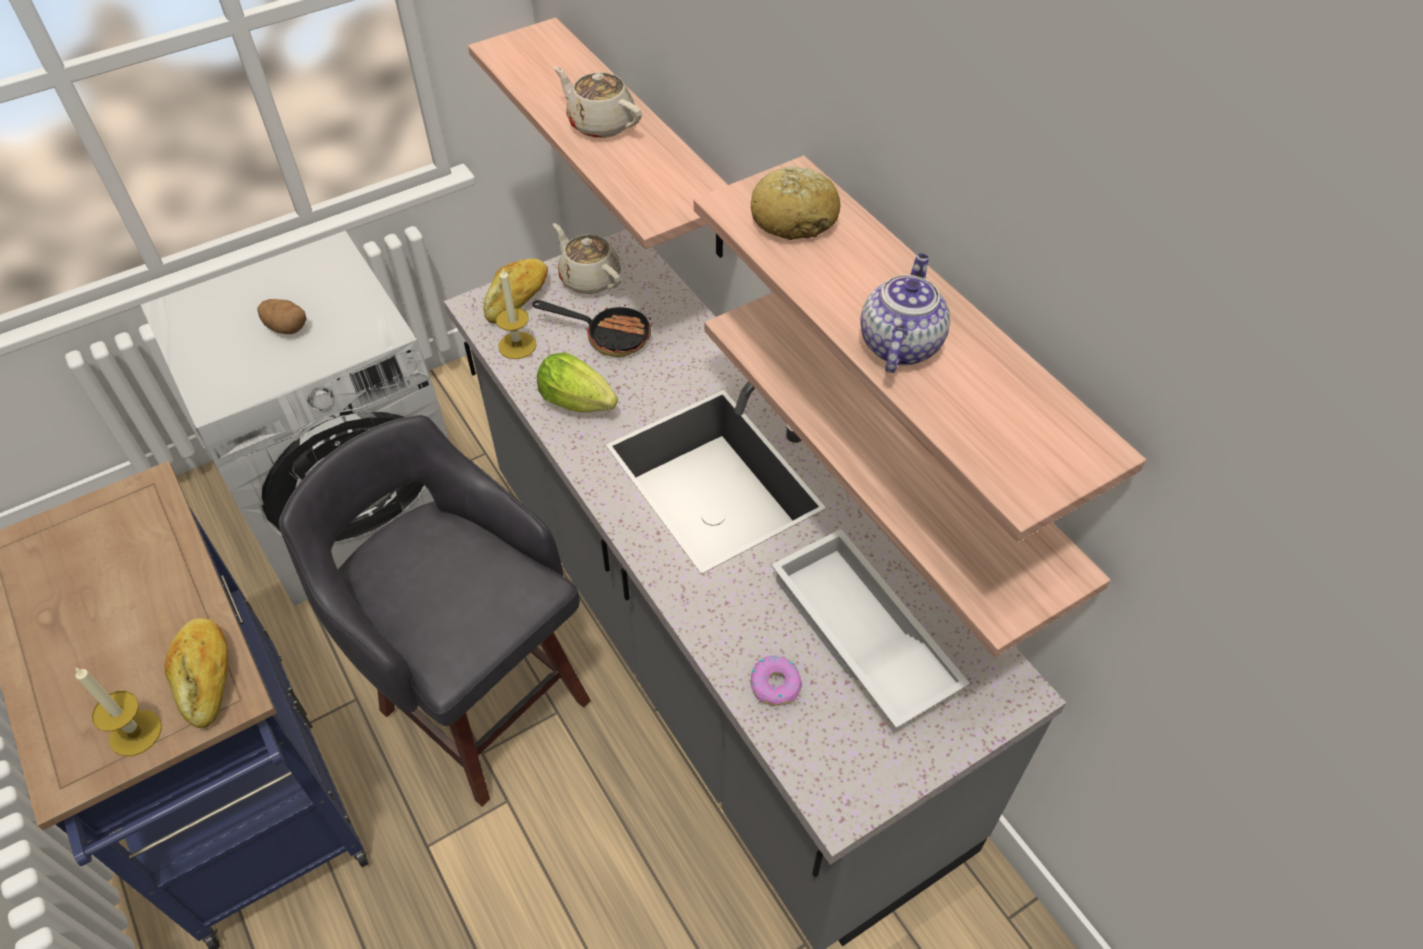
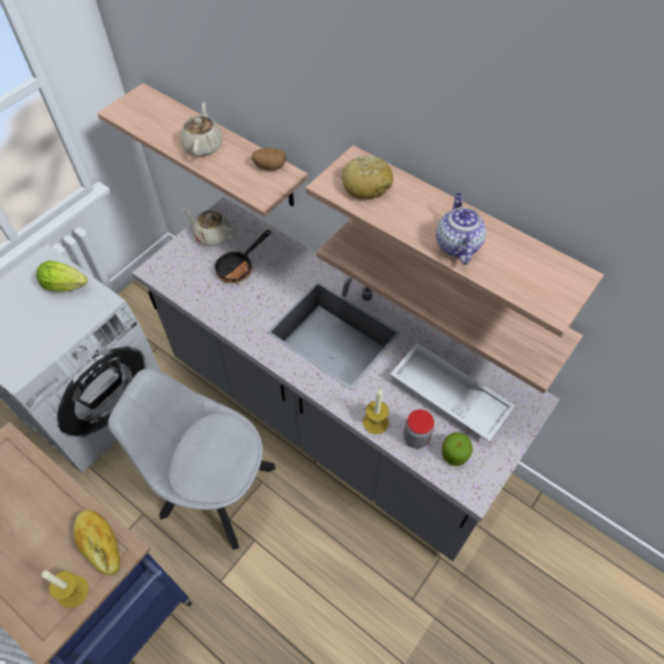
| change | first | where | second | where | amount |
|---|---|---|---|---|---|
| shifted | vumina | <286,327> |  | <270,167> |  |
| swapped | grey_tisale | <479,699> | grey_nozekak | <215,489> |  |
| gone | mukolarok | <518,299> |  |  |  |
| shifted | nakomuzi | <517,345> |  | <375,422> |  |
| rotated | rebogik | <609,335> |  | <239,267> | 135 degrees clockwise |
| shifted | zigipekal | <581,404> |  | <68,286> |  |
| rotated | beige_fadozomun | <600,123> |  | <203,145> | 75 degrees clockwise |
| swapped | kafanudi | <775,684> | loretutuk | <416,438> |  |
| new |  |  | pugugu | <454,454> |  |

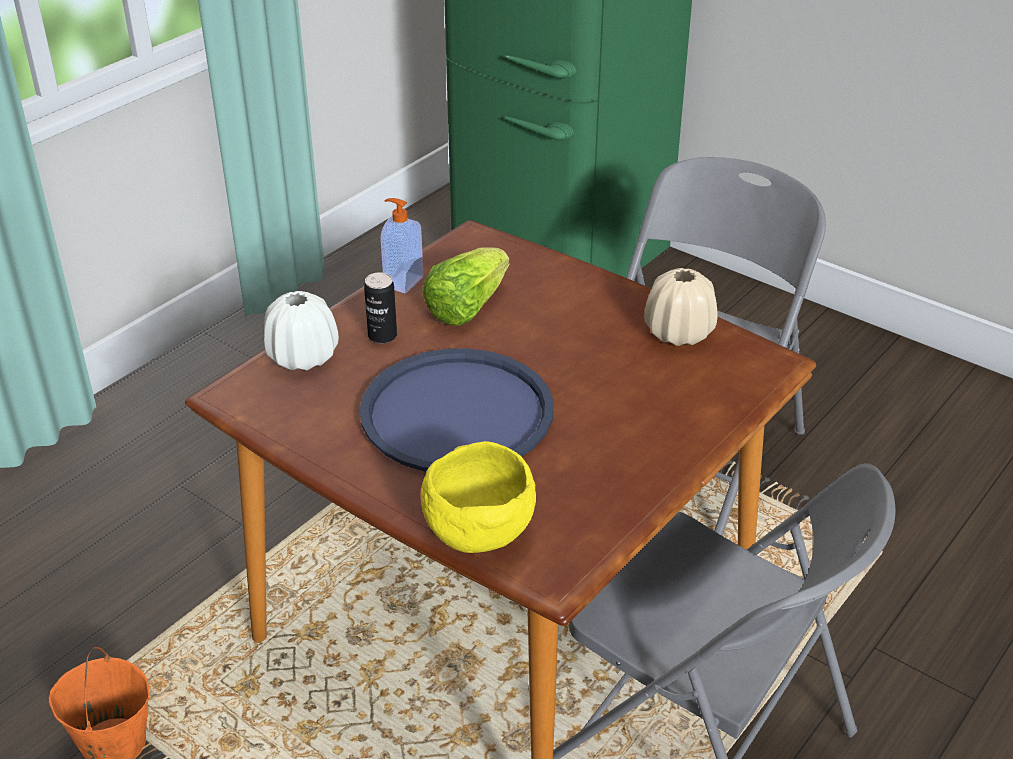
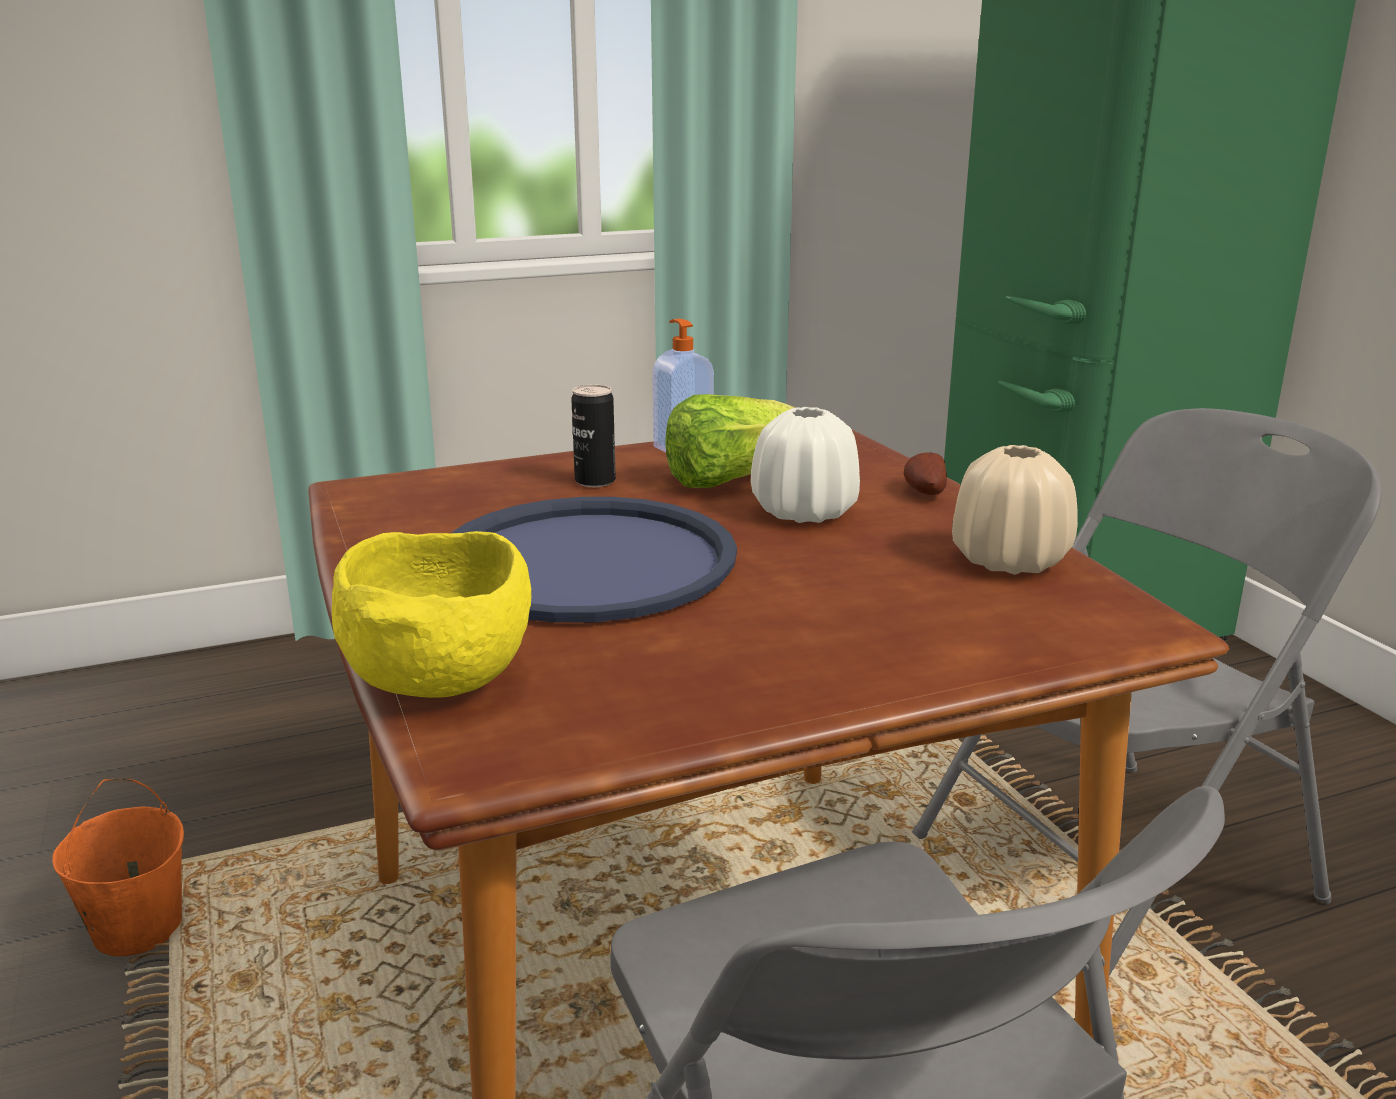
| change | first | where | second | where | amount |
|---|---|---|---|---|---|
| shifted | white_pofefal | <303,357> |  | <804,512> |  |
| new |  |  | vumina | <923,493> |  |

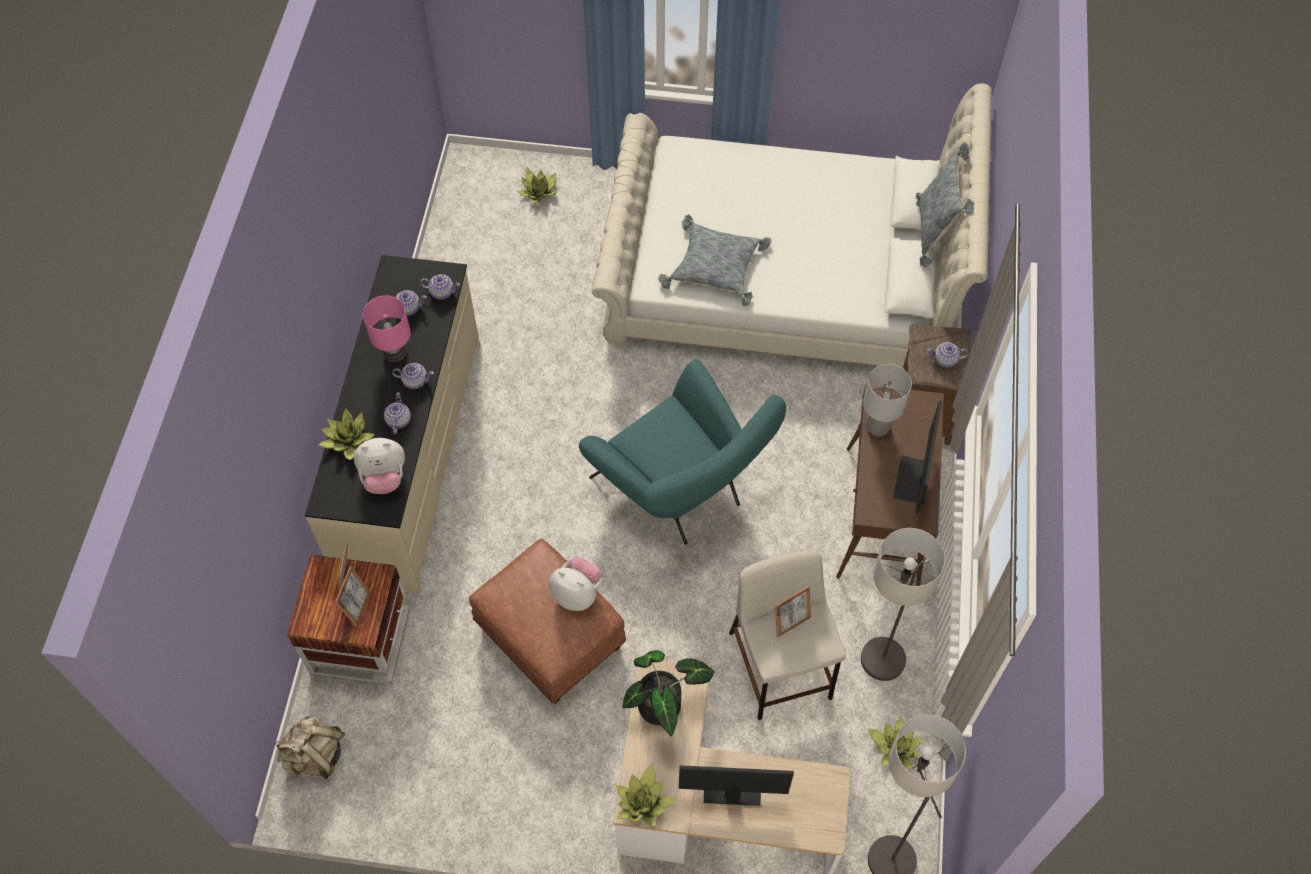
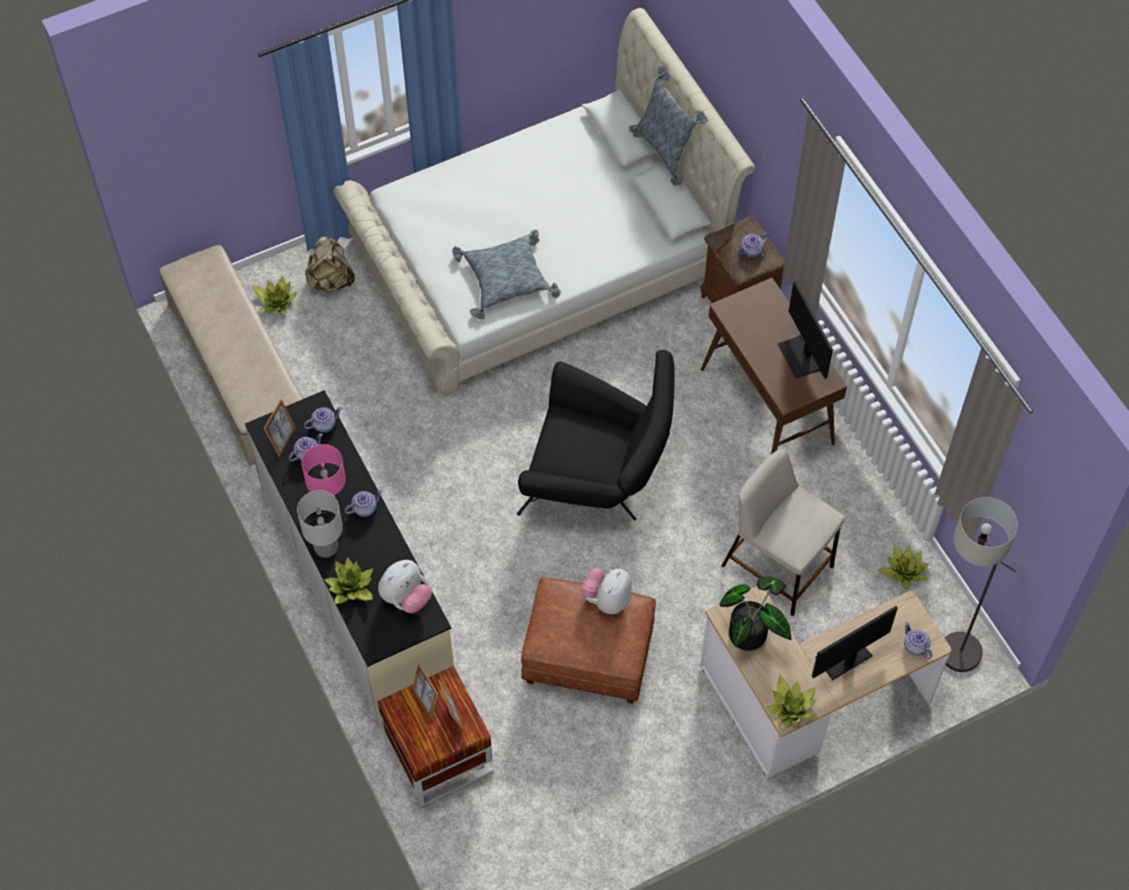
| change | first | where | second | where | amount |
|---|---|---|---|---|---|
| shifted | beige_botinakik | <316,756> |  | <331,280> |  |
| shifted | fadozomun | <398,420> |  | <915,646> |  |
| rotated | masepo | <577,593> |  | <607,599> | 60 degrees counterclockwise |
| repainted | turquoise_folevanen | <680,490> | black_folevanen | <598,481> |  |
| shifted | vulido | <790,622> |  | <283,440> |  |
| gone | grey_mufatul | <874,669> |  |  |  |
| shifted | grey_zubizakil | <877,427> |  | <326,549> |  |
| new |  |  | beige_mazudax | <238,369> |  |

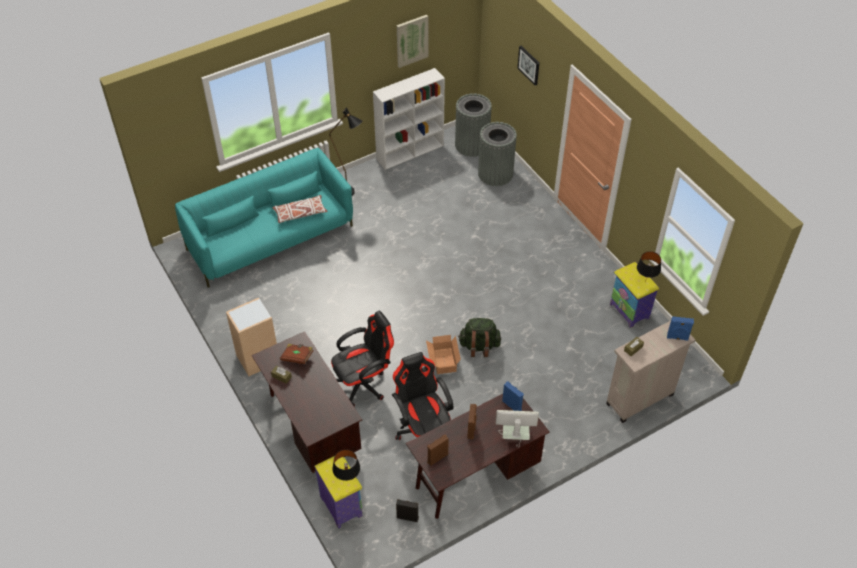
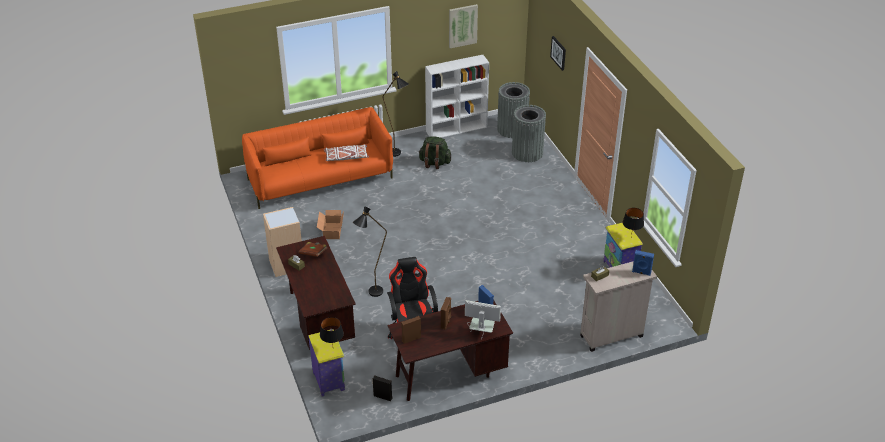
| change | first | where | second | where | amount |
|---|---|---|---|---|---|
| repainted | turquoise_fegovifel | <270,239> | orange_fegovifel | <320,179> |  |
| swapped | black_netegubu | <364,384> | black_mufatul | <372,294> |  |
| shifted | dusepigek | <443,361> |  | <331,231> |  |
| shifted | green_botinakik | <479,346> |  | <434,163> |  |

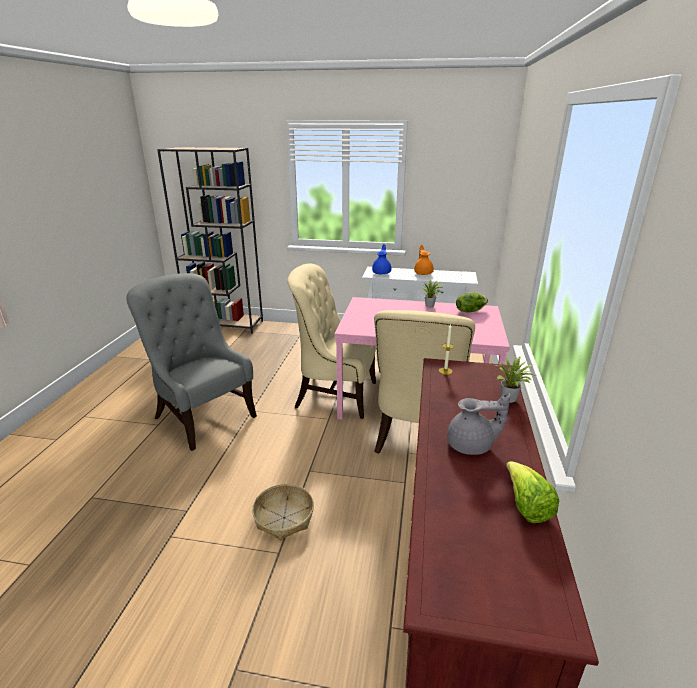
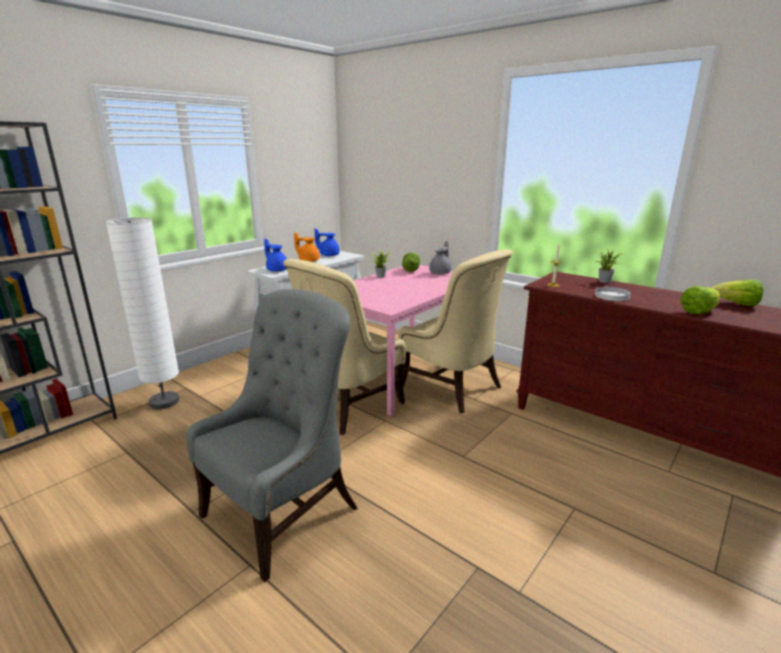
| change | first | where | second | where | amount |
|---|---|---|---|---|---|
| rotated | grey_nozekak | <203,417> |  | <283,511> | 150 degrees clockwise |
| gone | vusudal | <283,518> |  |  |  |
| shifted | grey_fadozomun | <471,446> |  | <441,273> |  |
| new |  |  | white_mufatul | <164,402> |  |
| new |  |  | blue_fadozomun | <328,255> |  |
| new |  |  | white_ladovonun | <612,296> |  |
| new |  |  | zigipekal | <699,311> |  |

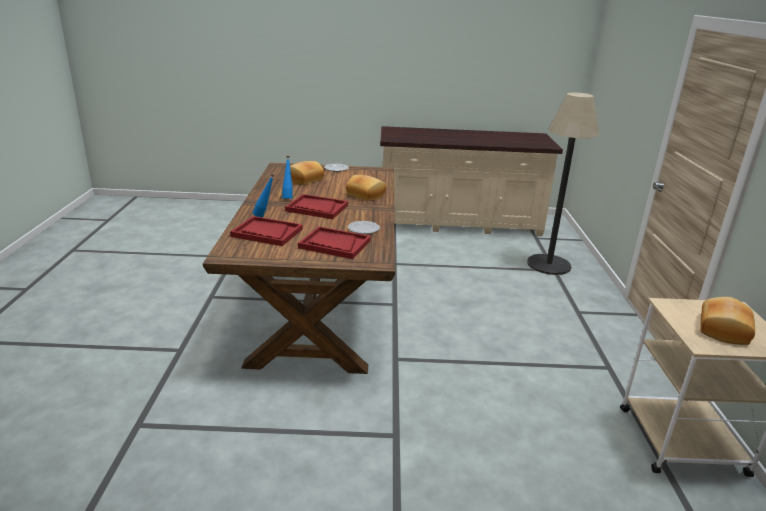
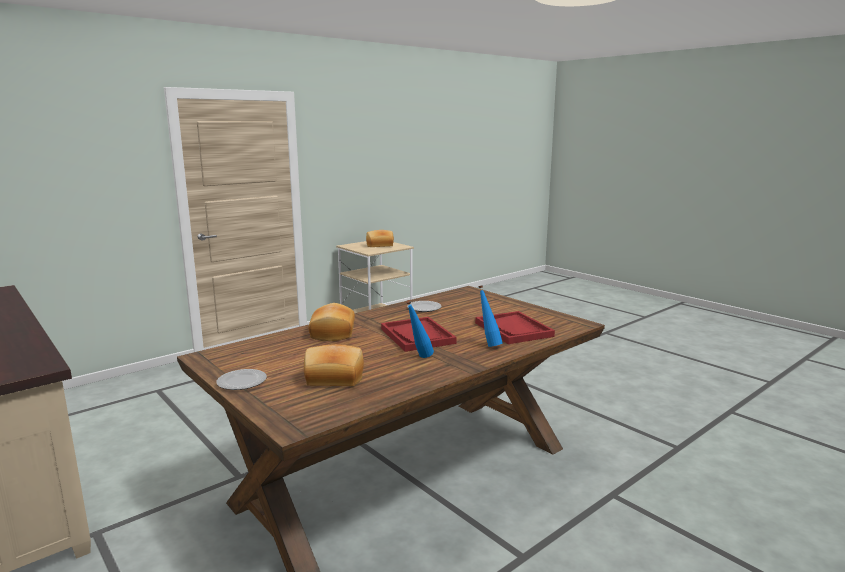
| change | first | where | second | where | amount |
|---|---|---|---|---|---|
| gone | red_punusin | <334,244> |  |  |  |
| gone | mufatul | <548,265> |  |  |  |

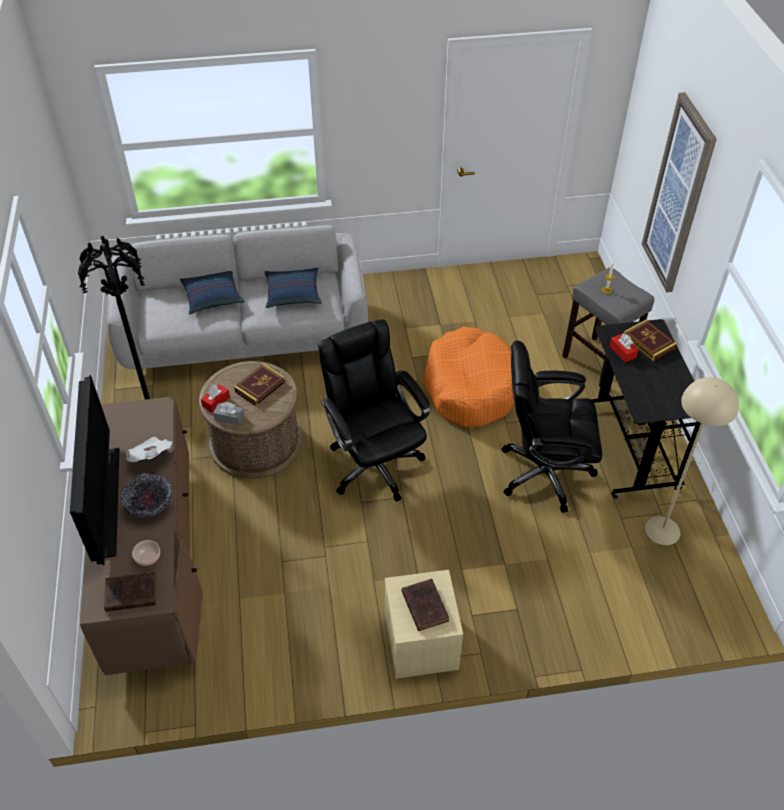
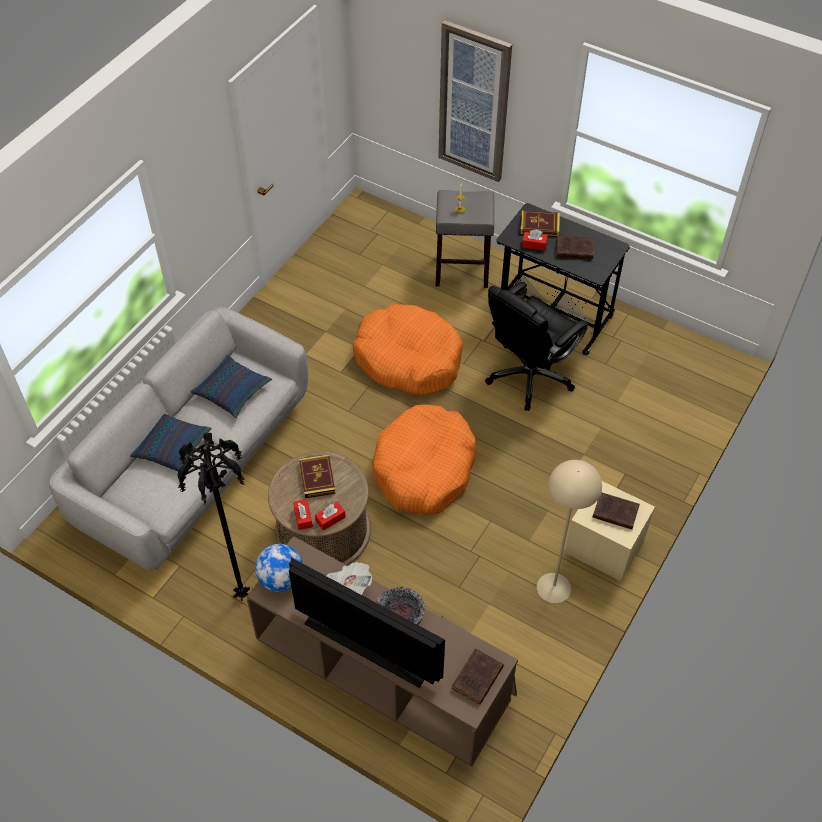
| change | first | where | second | where | amount |
|---|---|---|---|---|---|
| gone | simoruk | <148,558> |  |  |  |
| repainted | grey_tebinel | <229,418> | red_tebinel | <330,519> |  |
| swapped | black_netegubu | <374,465> | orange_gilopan | <424,469> |  |
| shifted | beige_mufatul | <662,530> |  | <553,587> |  |
| new |  |  | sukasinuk | <281,579> |  |
| new |  |  | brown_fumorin | <573,249> |  |

